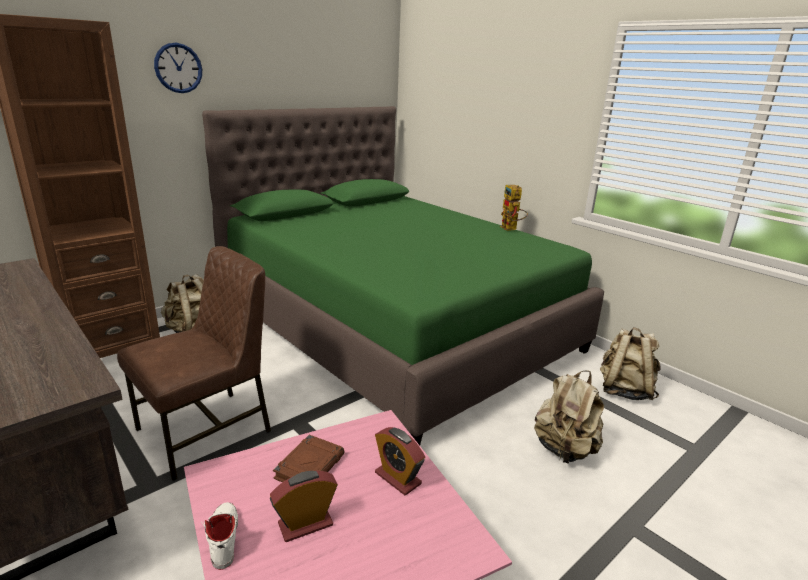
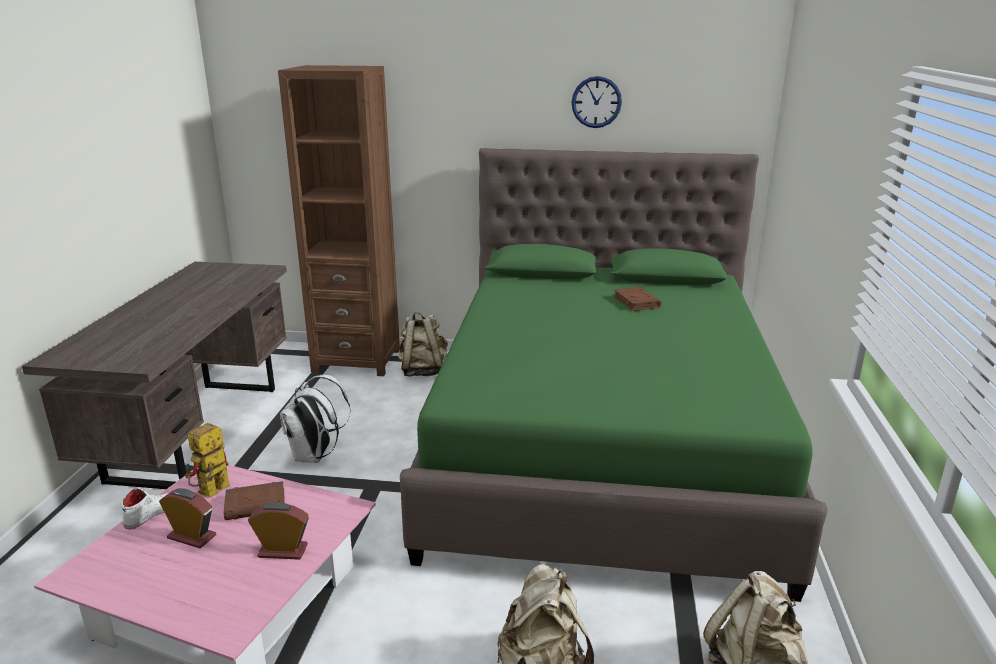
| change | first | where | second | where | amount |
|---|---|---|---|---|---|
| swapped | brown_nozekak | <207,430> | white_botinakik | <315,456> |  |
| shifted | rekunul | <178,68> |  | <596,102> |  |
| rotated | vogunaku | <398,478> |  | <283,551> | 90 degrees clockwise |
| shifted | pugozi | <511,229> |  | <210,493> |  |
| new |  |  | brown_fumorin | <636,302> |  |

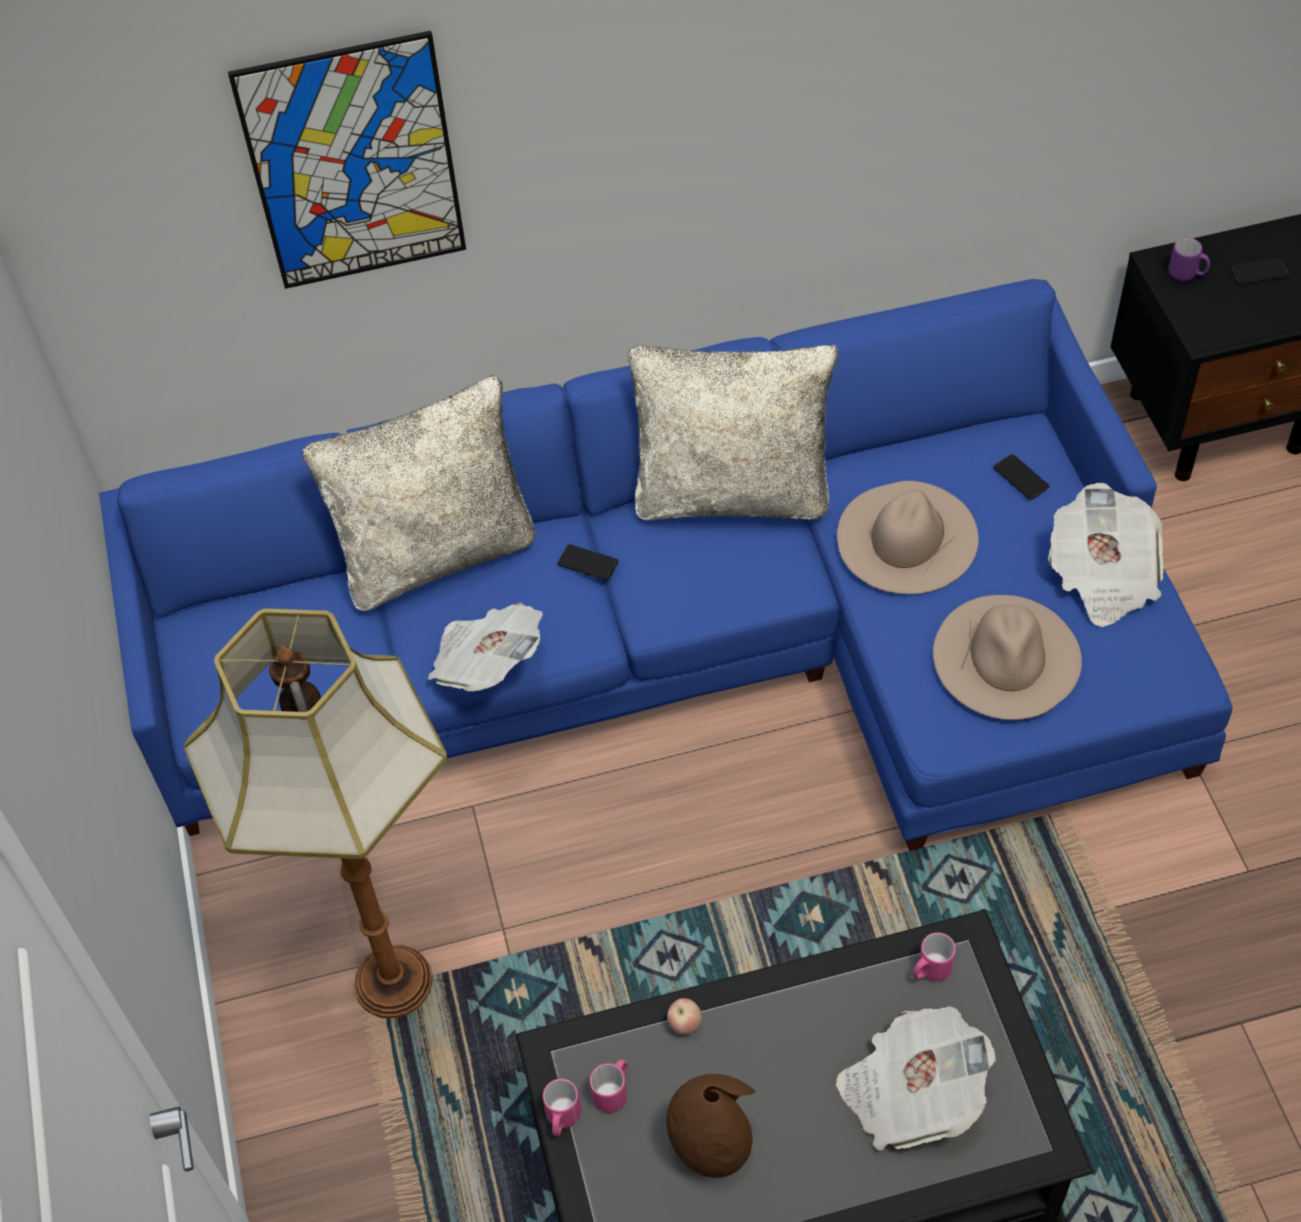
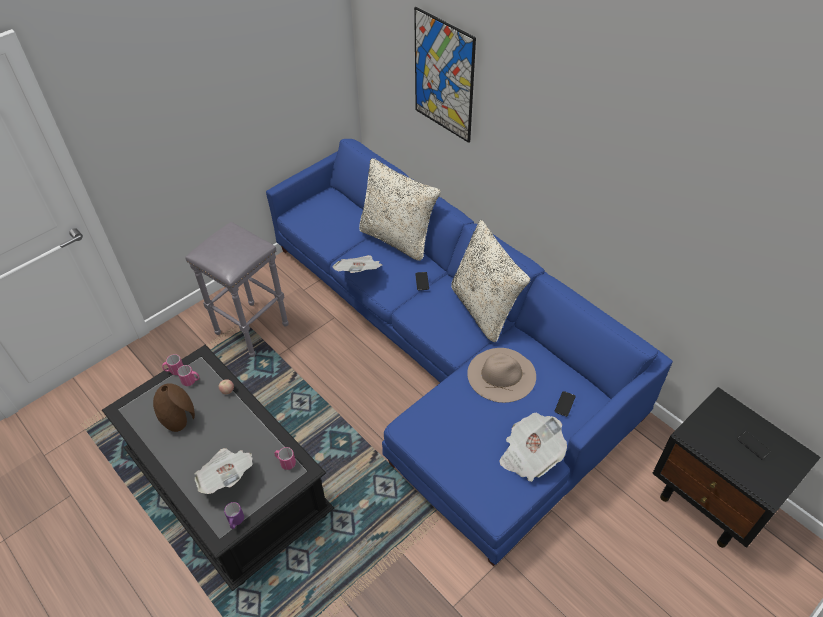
| change | first | where | second | where | amount |
|---|---|---|---|---|---|
| swapped | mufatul | <390,984> | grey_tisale | <252,327> |  |
| gone | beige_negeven | <1007,656> |  |  |  |
| shifted | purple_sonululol | <1187,274> |  | <235,521> |  |

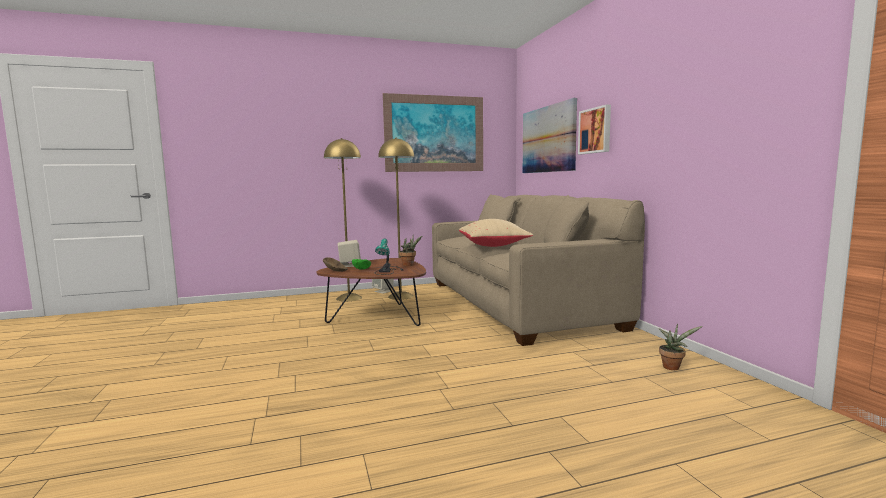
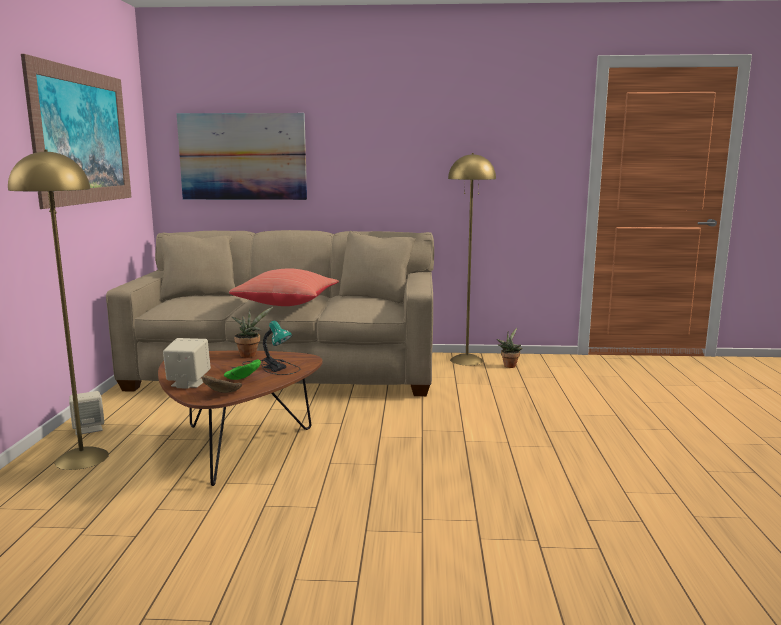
| change | first | where | second | where | amount |
|---|---|---|---|---|---|
| shifted | yellow_mufatul | <400,296> |  | <466,360> |  |
| repainted | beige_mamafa | <493,246> | red_mamafa | <287,304> |  |
| gone | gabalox | <595,130> |  |  |  |

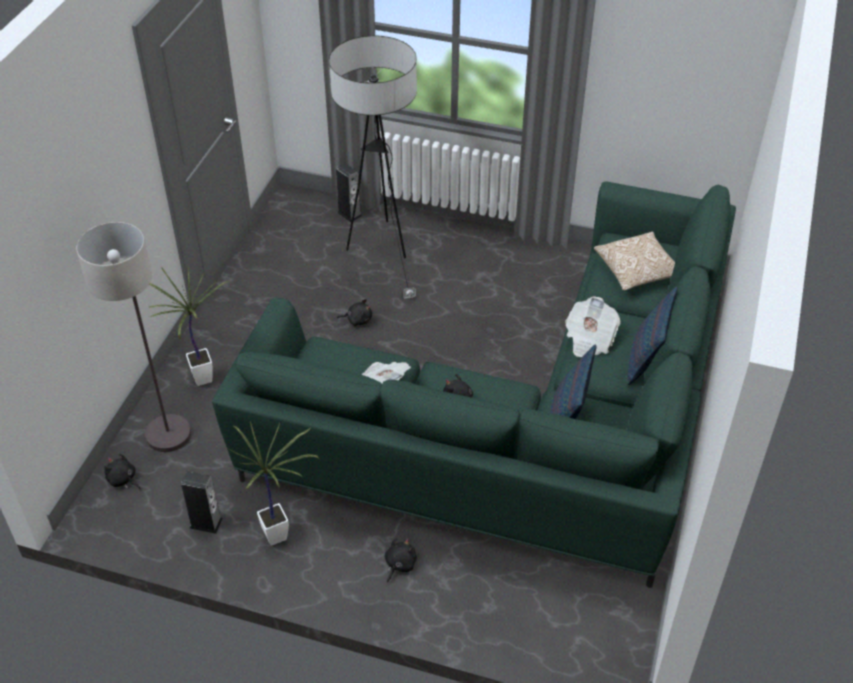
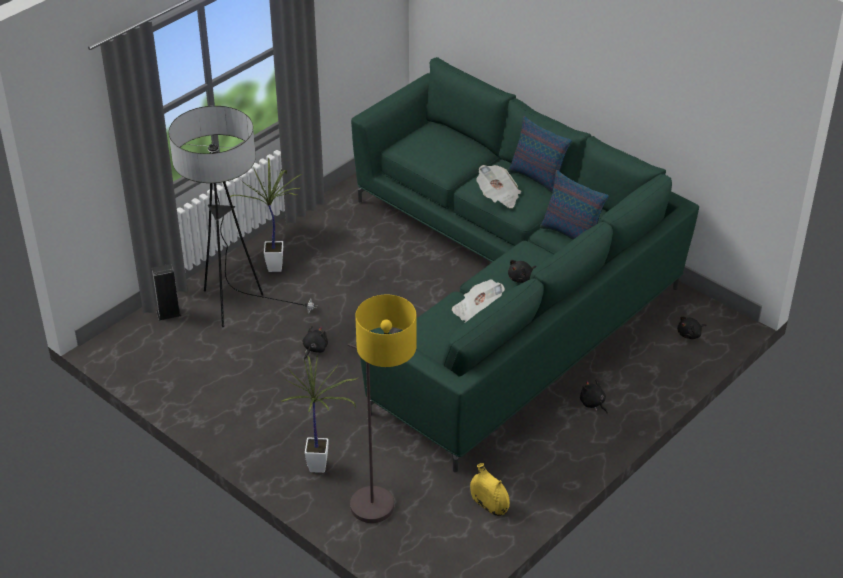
| change | first | where | second | where | amount |
|---|---|---|---|---|---|
| repainted | grey_mufatul | <165,445> | yellow_mufatul | <384,511> |  |
| shifted | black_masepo | <123,480> |  | <690,334> |  |
| swapped | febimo | <206,523> | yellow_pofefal | <489,505> |  |
| shifted | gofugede | <281,537> |  | <277,265> |  |
| gone | mamafa | <637,271> |  |  |  |

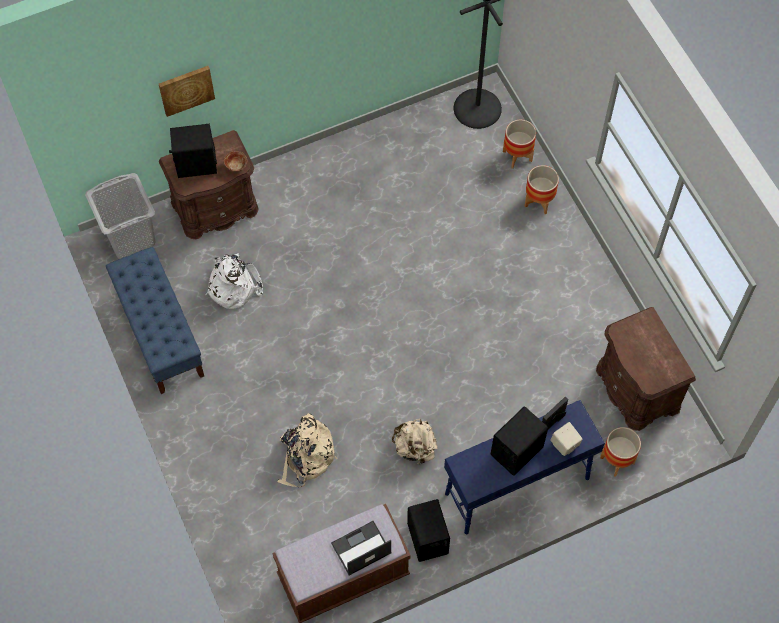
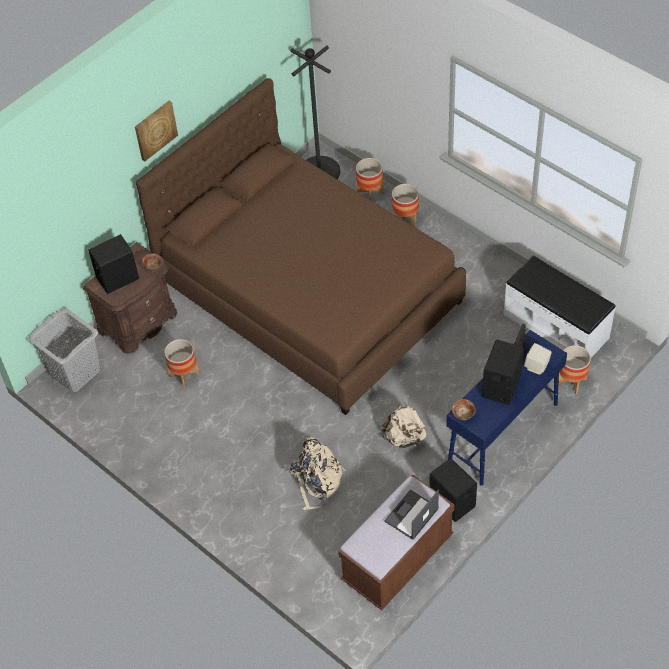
| change | first | where | second | where | amount |
|---|---|---|---|---|---|
| gone | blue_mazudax | <159,333> |  |  |  |
| shifted | gabalox | <186,89> |  | <155,130> |  |
| swapped | white_botinakik | <233,285> | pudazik | <184,375> |  |
| swapped | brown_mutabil | <634,390> | white_mazudax | <556,326> |  |
| new |  |  | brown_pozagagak | <309,291> |  |
| new |  |  | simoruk | <463,415> |  |

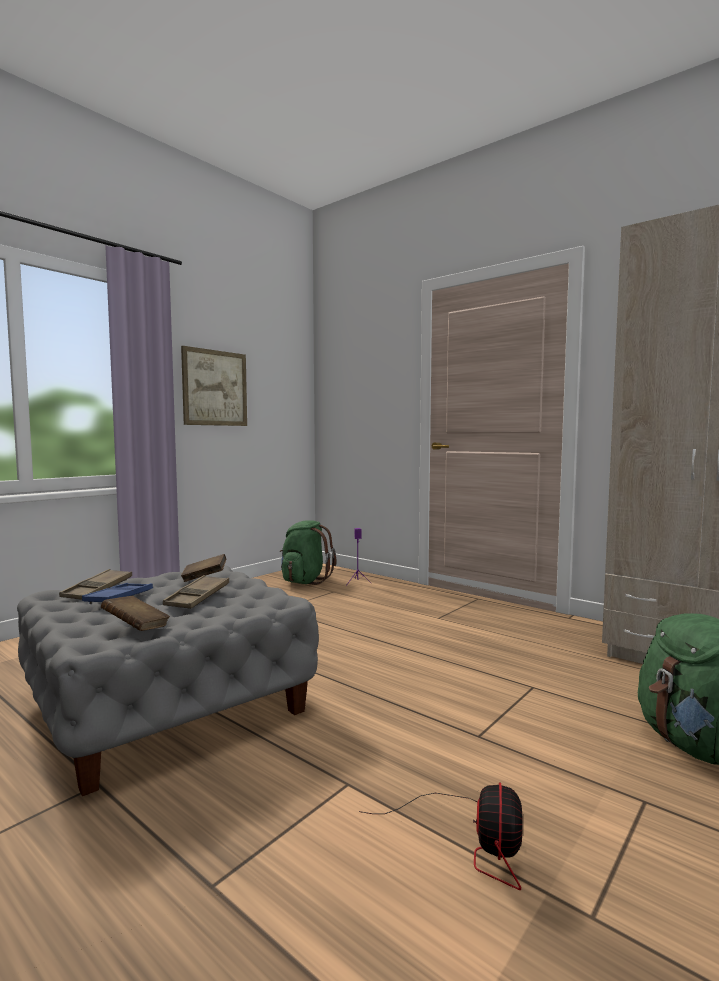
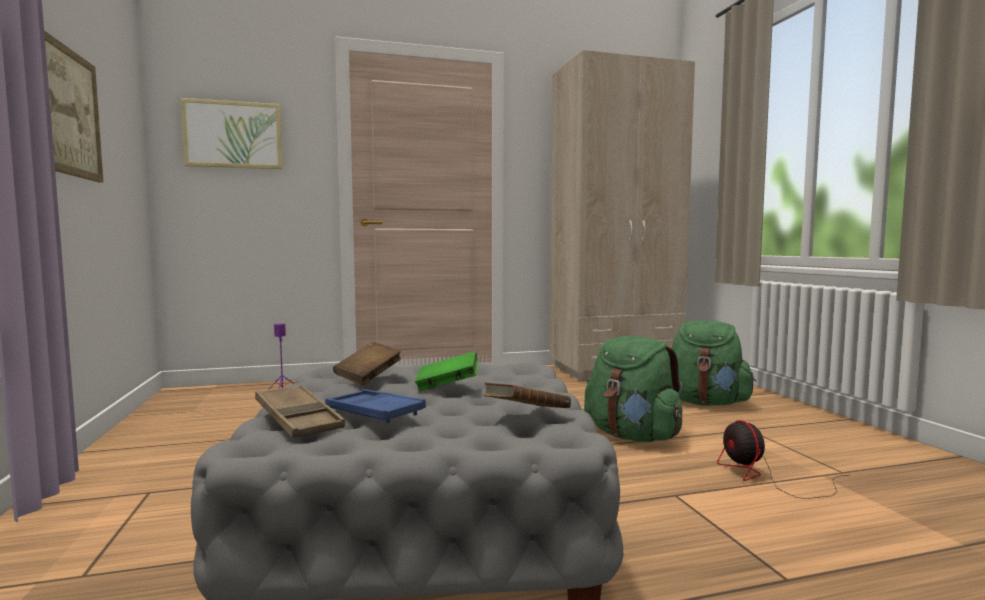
| change | first | where | second | where | amount |
|---|---|---|---|---|---|
| swapped | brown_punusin | <198,597> | green_fumorin | <447,387> |  |
| shifted | green_botinakik | <304,581> |  | <632,436> |  |
| rotated | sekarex | <473,841> |  | <767,478> | 150 degrees counterclockwise |
| new |  |  | gabalox | <233,135> |  |

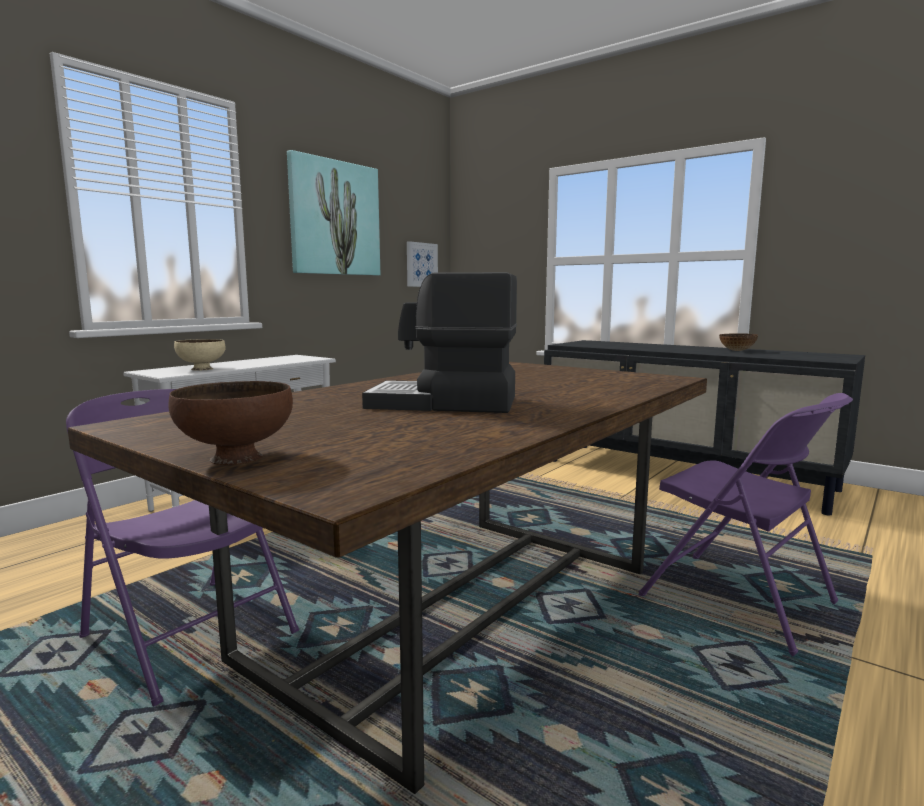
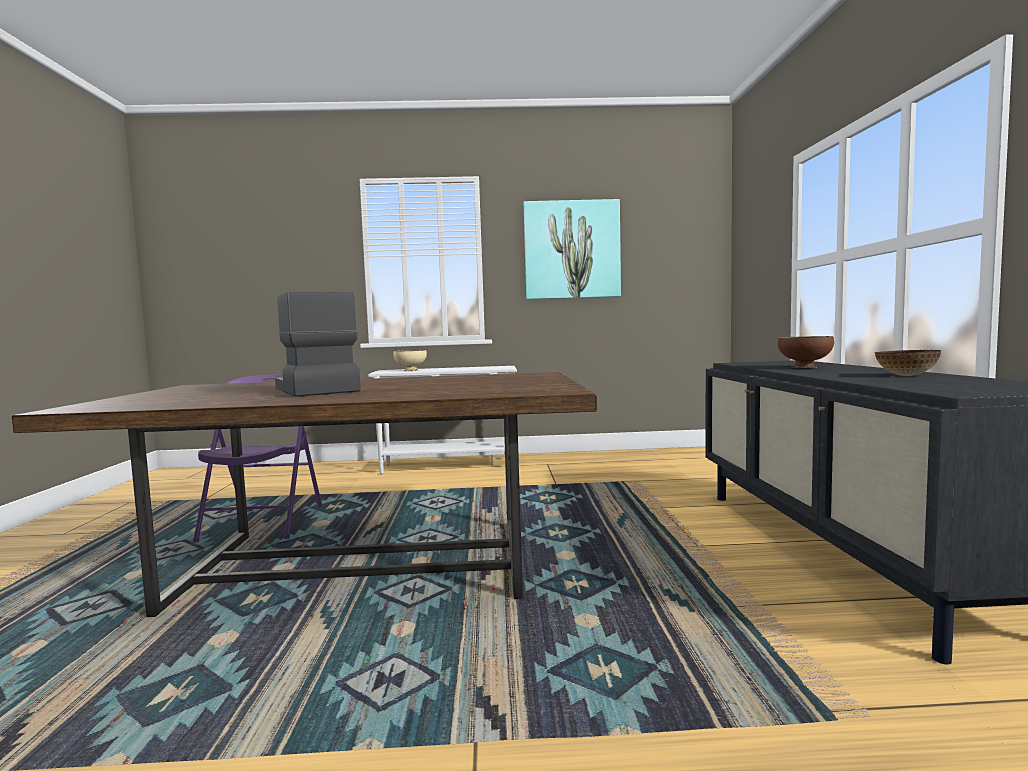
| change | first | where | second | where | amount |
|---|---|---|---|---|---|
| shifted | brown_simoruk | <237,457> |  | <805,367> |  |
| gone | gabalox | <421,265> |  |  |  |
| gone | purple_nozekak | <736,599> |  |  |  |

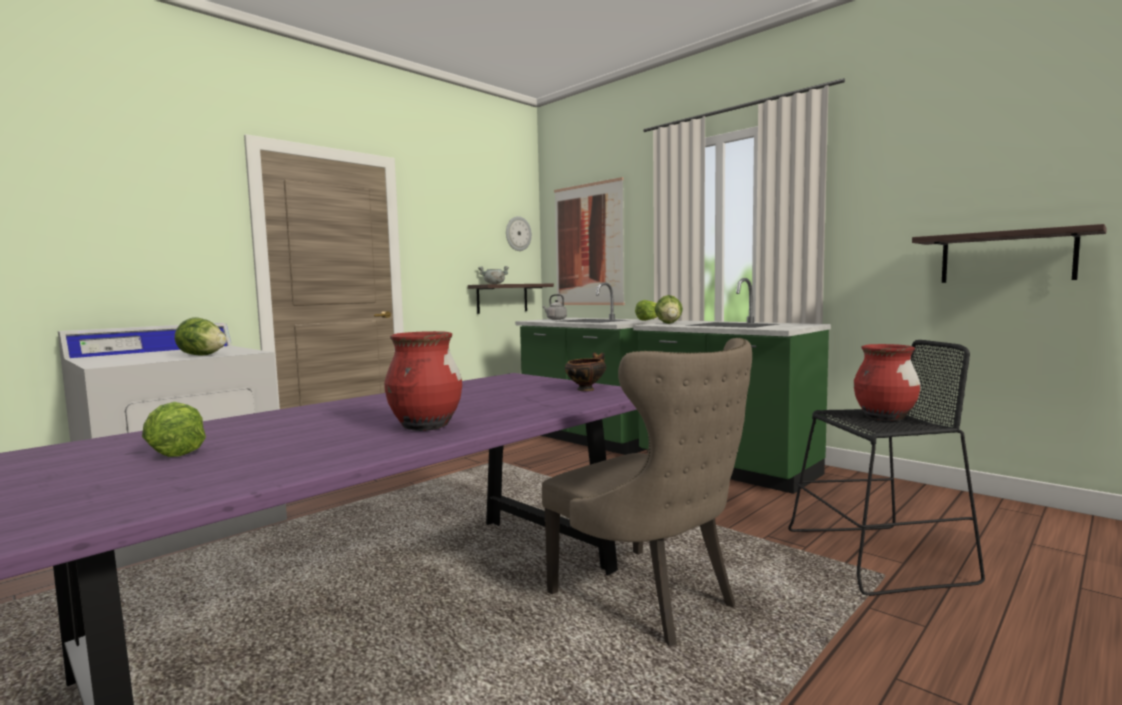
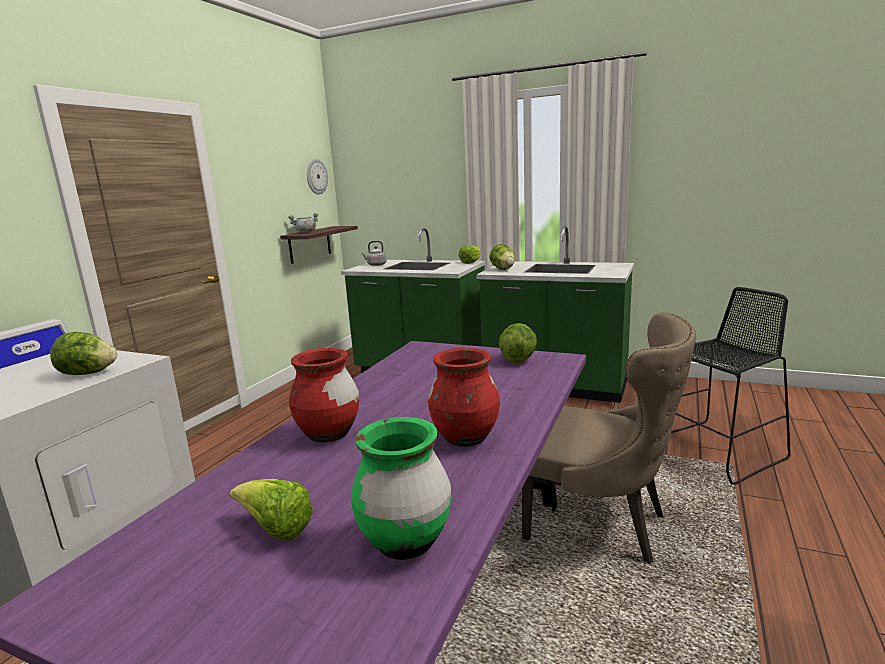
| change | first | where | second | where | amount |
|---|---|---|---|---|---|
| gone | gabalox | <588,244> |  |  |  |
| swapped | simoruk | <586,389> | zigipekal | <518,359> |  |
| shifted | red_pofefal | <885,418> |  | <329,435> |  |
| gone | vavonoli | <1006,257> |  |  |  |
| new |  |  | green_pofefal | <405,543> |  |

